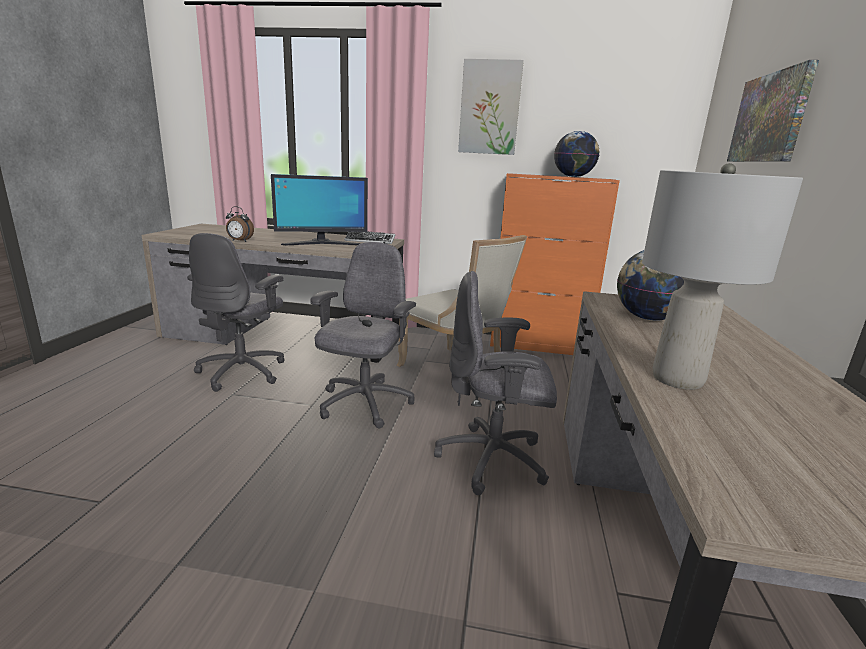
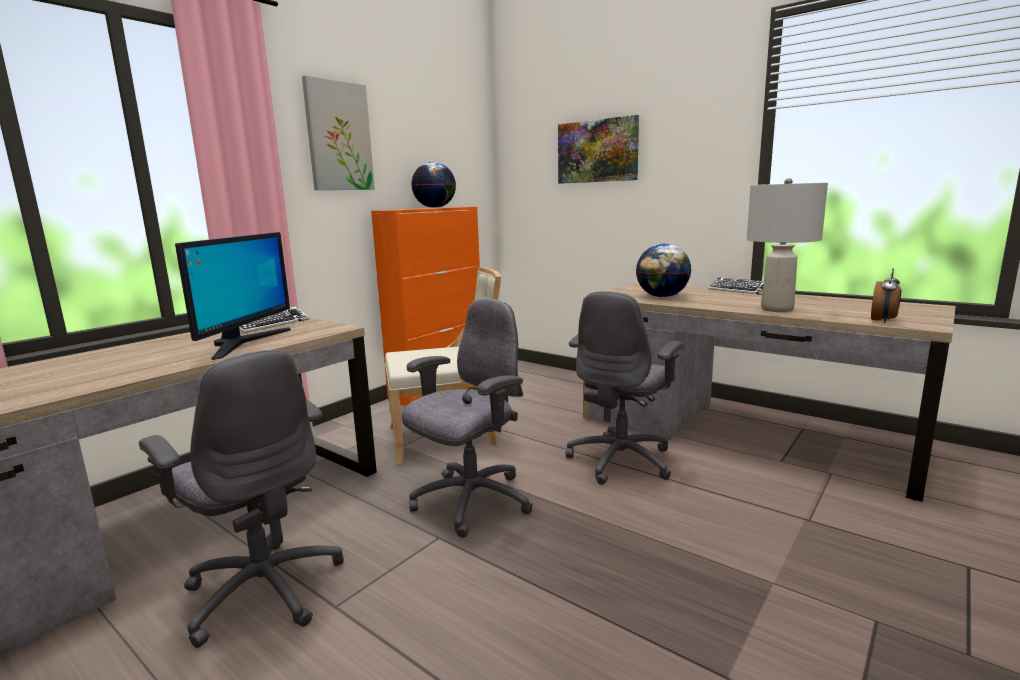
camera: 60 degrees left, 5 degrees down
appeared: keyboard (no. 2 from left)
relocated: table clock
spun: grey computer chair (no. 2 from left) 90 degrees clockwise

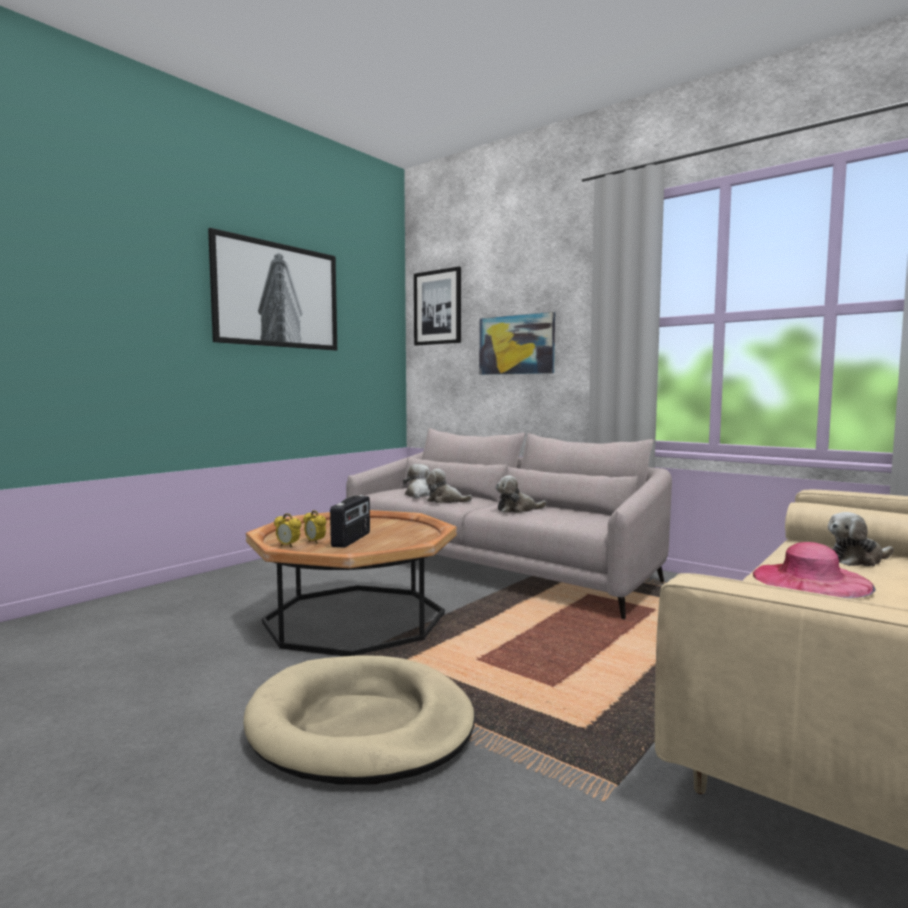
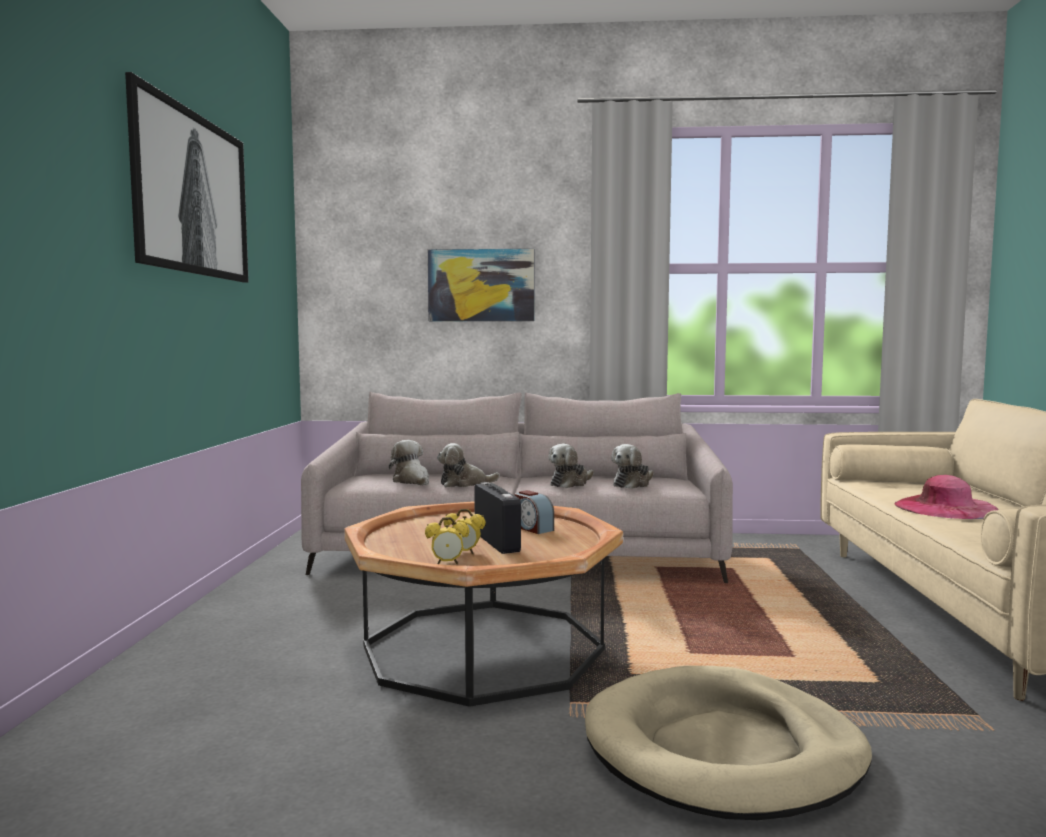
camera: 35 degrees left, 0 degrees up
missing: wall picture (no. 2 from left)
appeared: table clock (no. 3 from left)
relocated: soft toy (no. 4 from left)

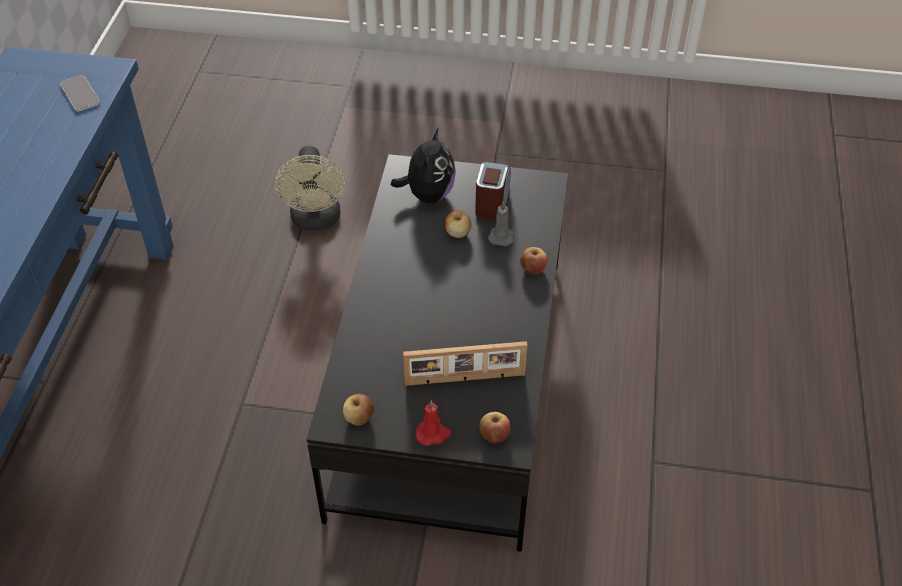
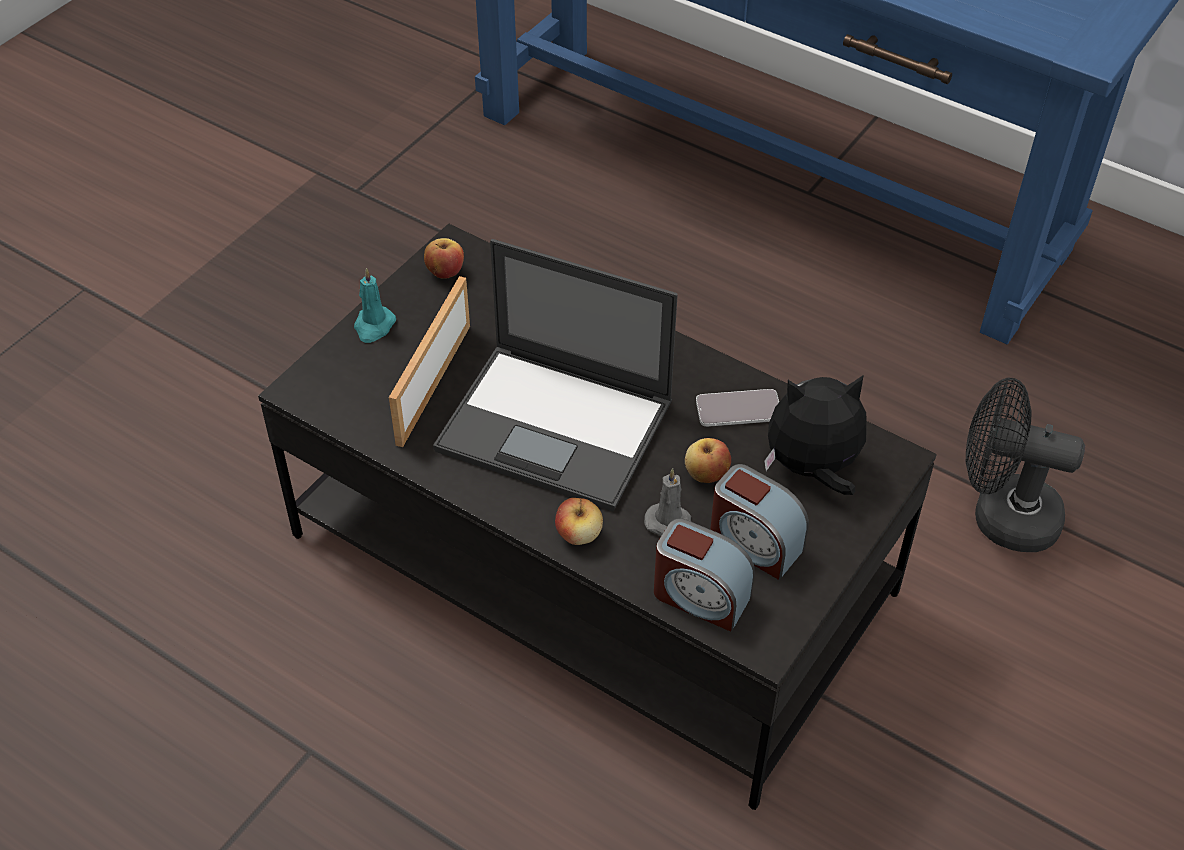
camera: 115 degrees right, 0 degrees up
missing: whole apple (no. 3 from left)
appeared: portable computer; table clock (no. 1 from left)
relocated: handset
colour: sand-coloured electric fan to blackish electric fan; reddish candle to turquoise candle
spun: soft toy 135 degrees clockwise

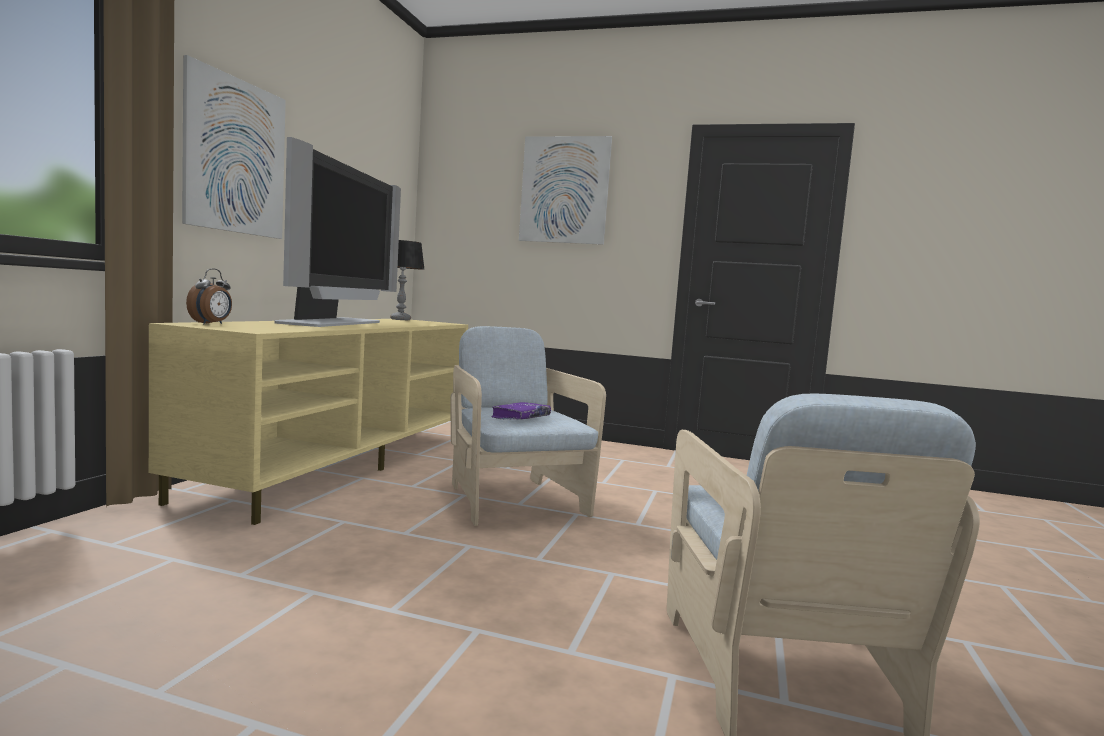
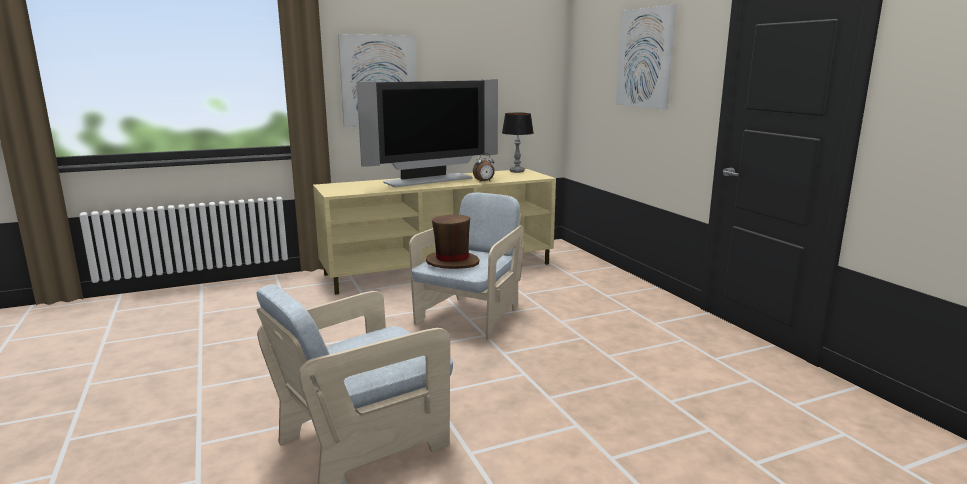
camera: 50 degrees right, 10 degrees up
relocated: table clock
exchanged: purple book to brownish wearable hat

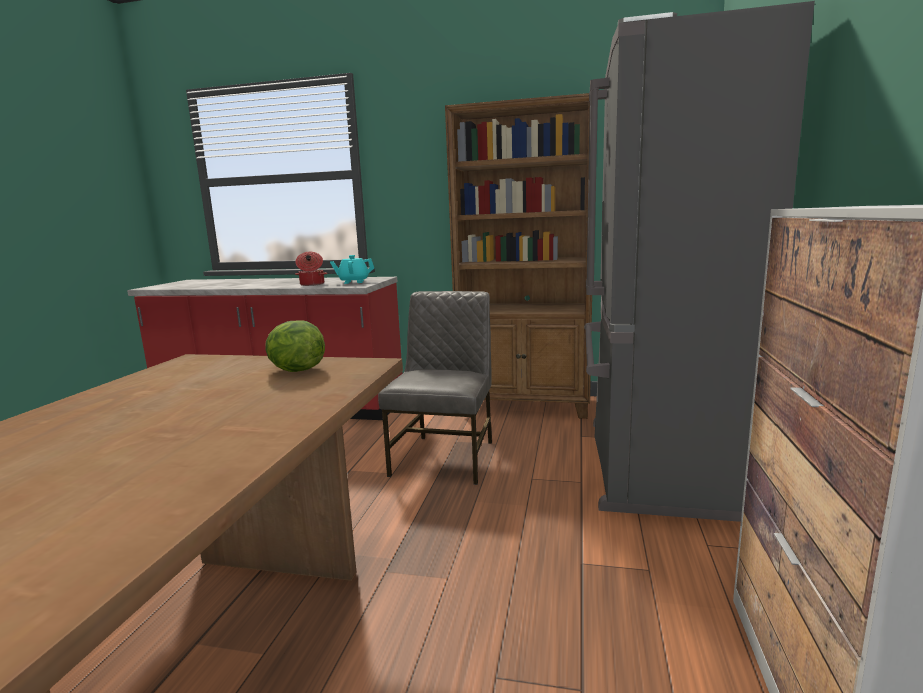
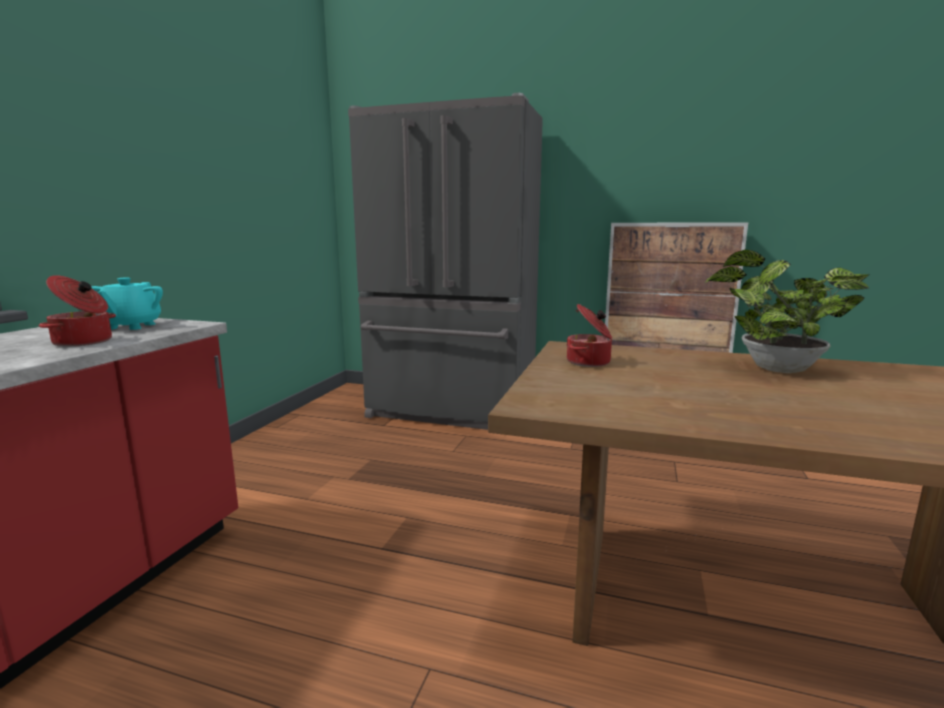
camera: 85 degrees left, 0 degrees up
missing: grey chair; brownish bookshelf
appeared: plant in a pot
exchanged: lettuce to cooking pot (no. 2 from left)

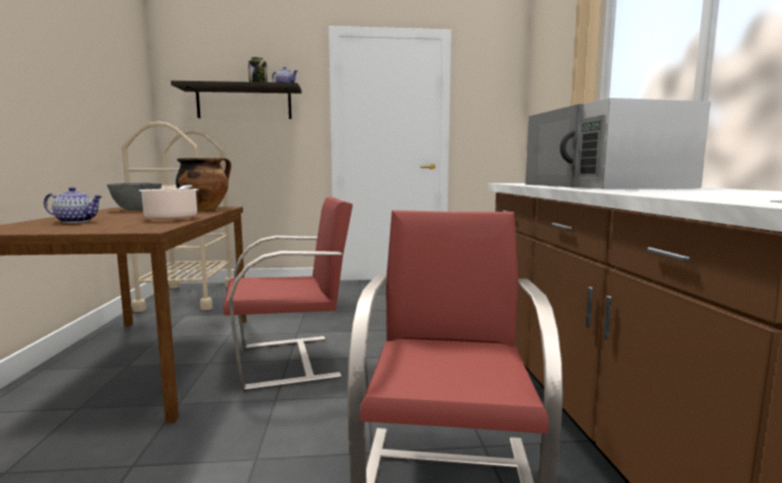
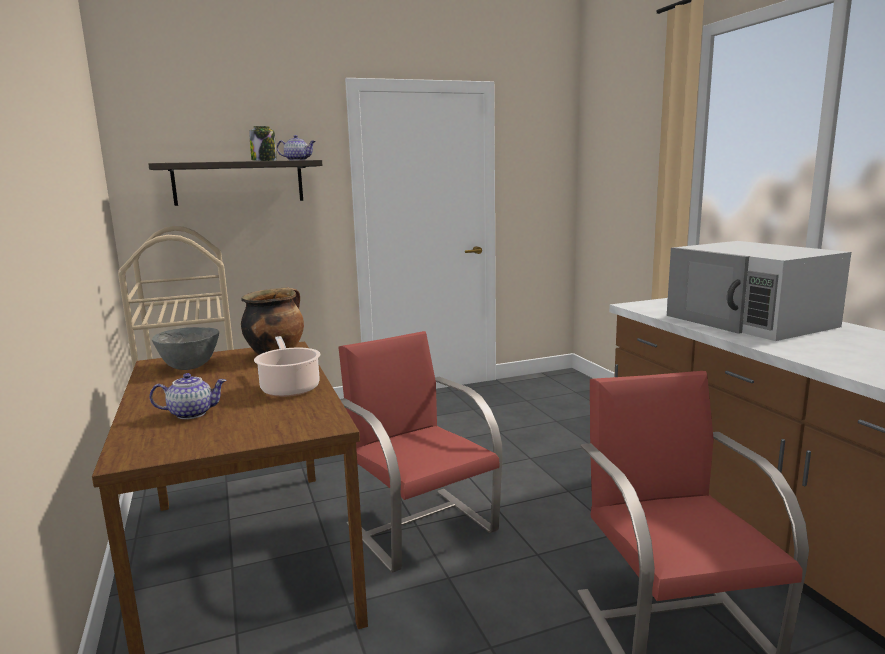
camera: 15 degrees left, 5 degrees up
spun: reddish chair (no. 1 from left) 90 degrees counterclockwise

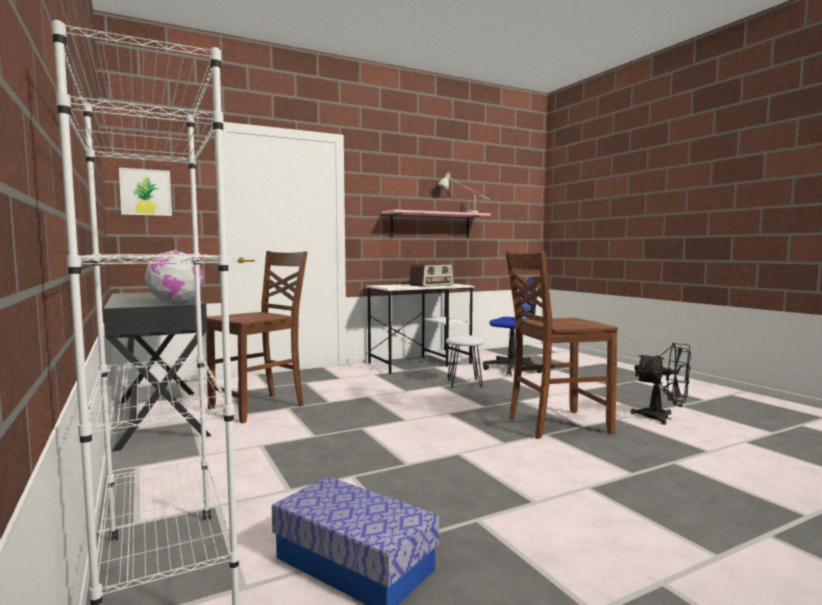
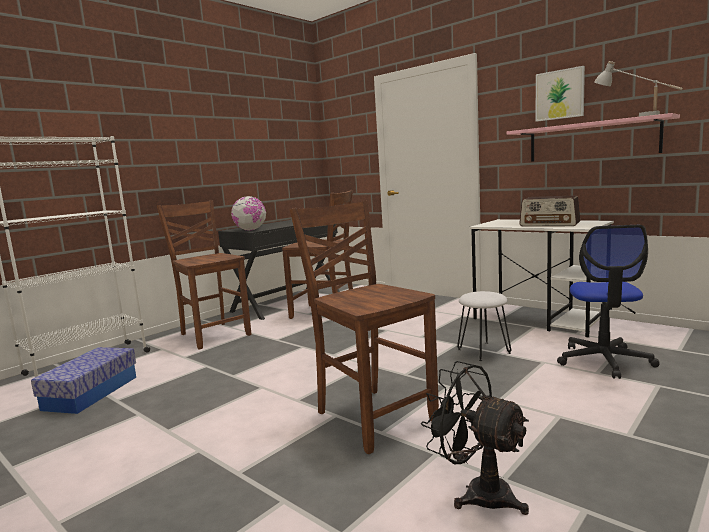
camera: 70 degrees right, 5 degrees up
appeared: brownish chair (no. 1 from left)
relocated: wall picture
spun: blackish electric fan 120 degrees clockwise

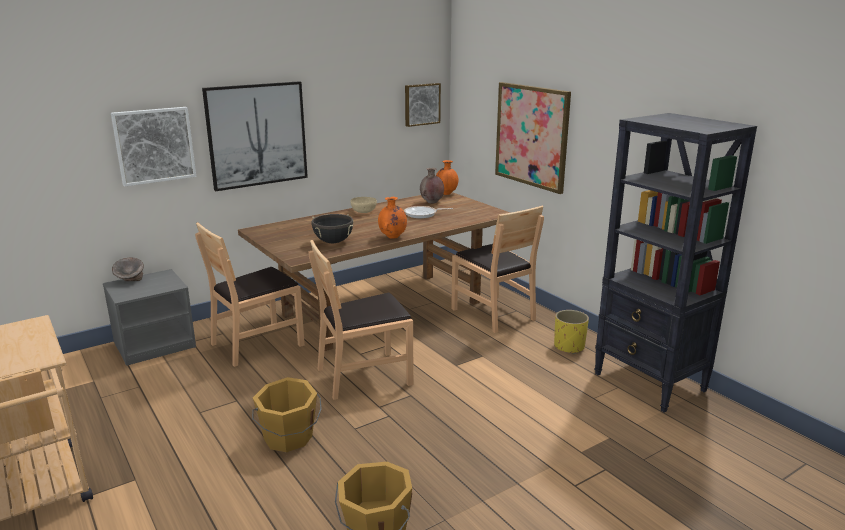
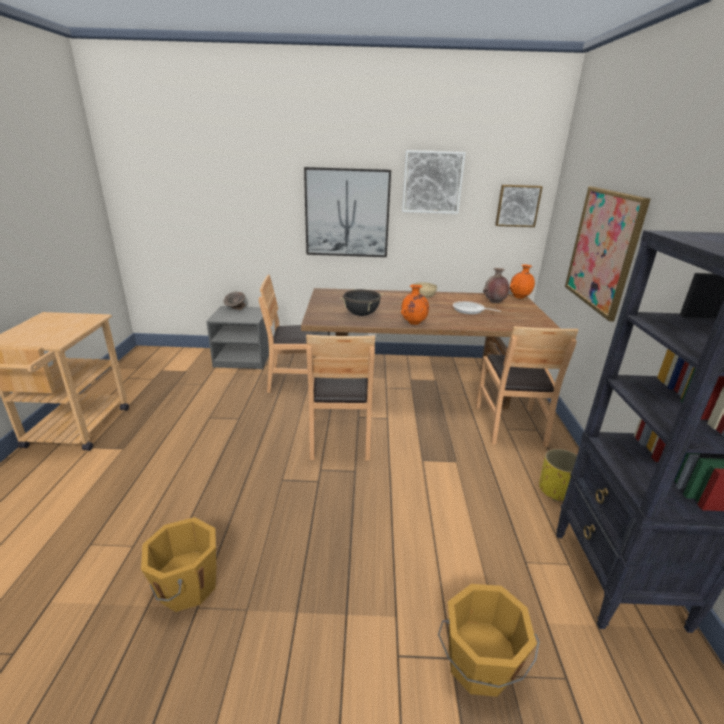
camera: 35 degrees right, 5 degrees up
relocated: wall picture (no. 1 from left in the first image) to wall picture (no. 2 from left); orange water bucket (no. 1 from left in the first image) to orange water bucket (no. 2 from left)
spun: brownish chair (no. 2 from left) 105 degrees counterclockwise

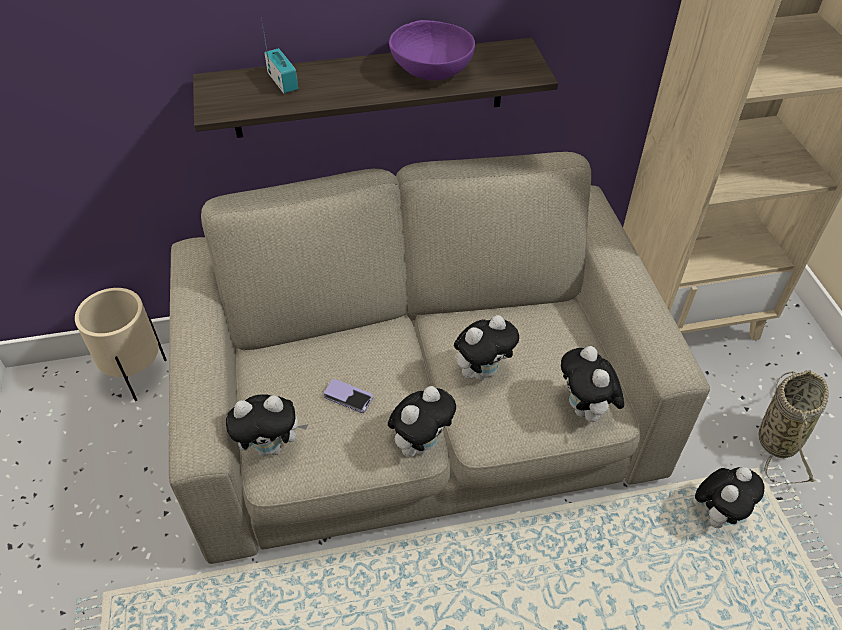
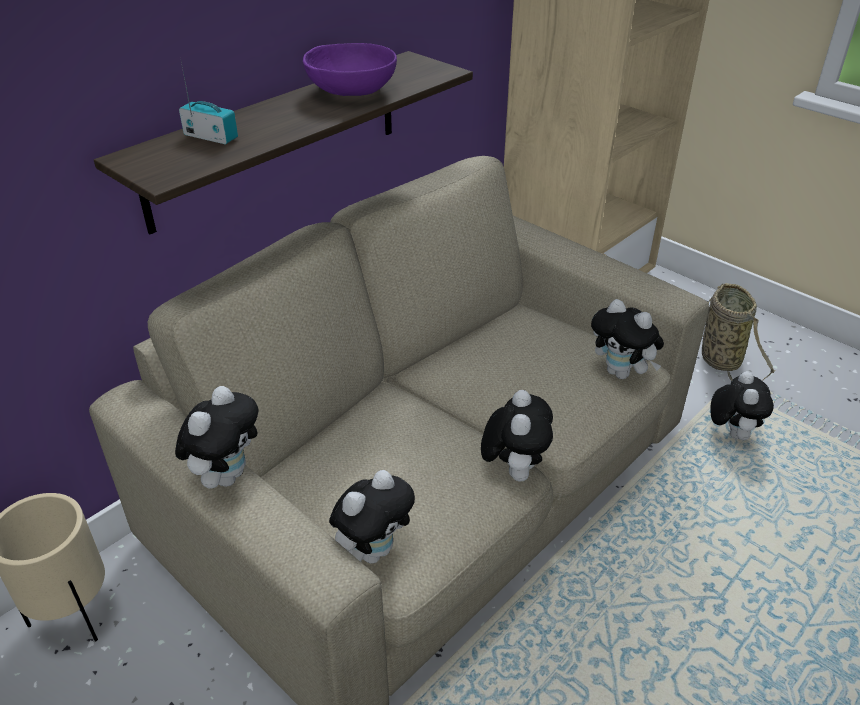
camera: 35 degrees left, 10 degrees down
missing: handset
relocated: soft toy (no. 3 from left in the first image) to soft toy (no. 1 from left)

